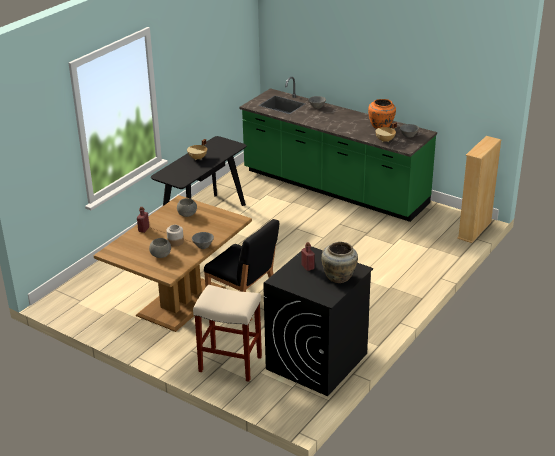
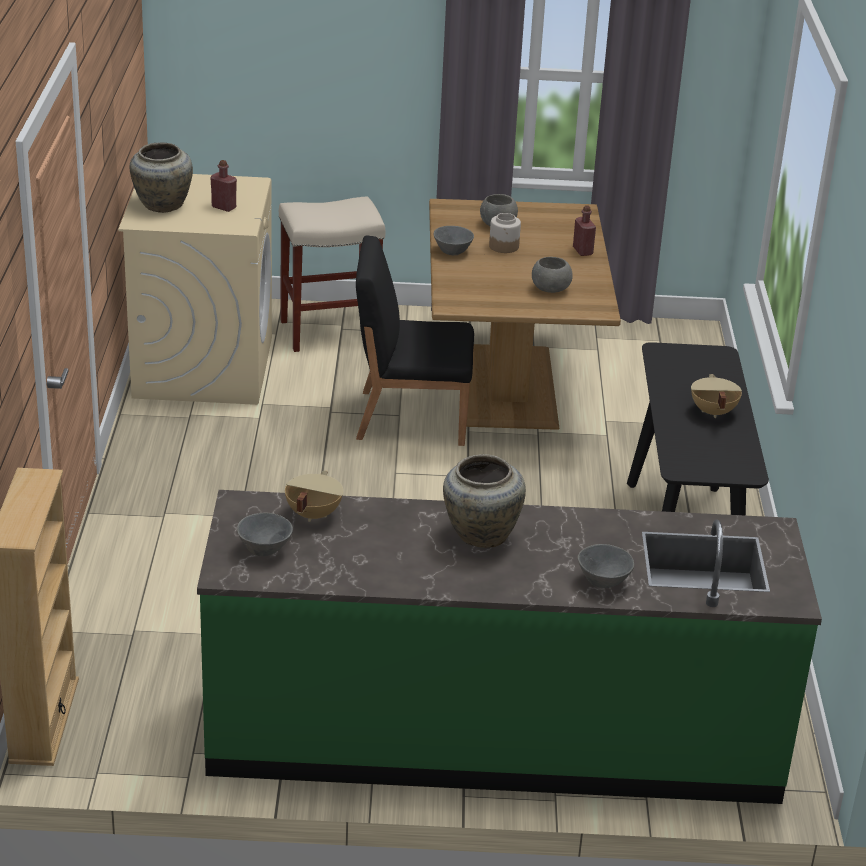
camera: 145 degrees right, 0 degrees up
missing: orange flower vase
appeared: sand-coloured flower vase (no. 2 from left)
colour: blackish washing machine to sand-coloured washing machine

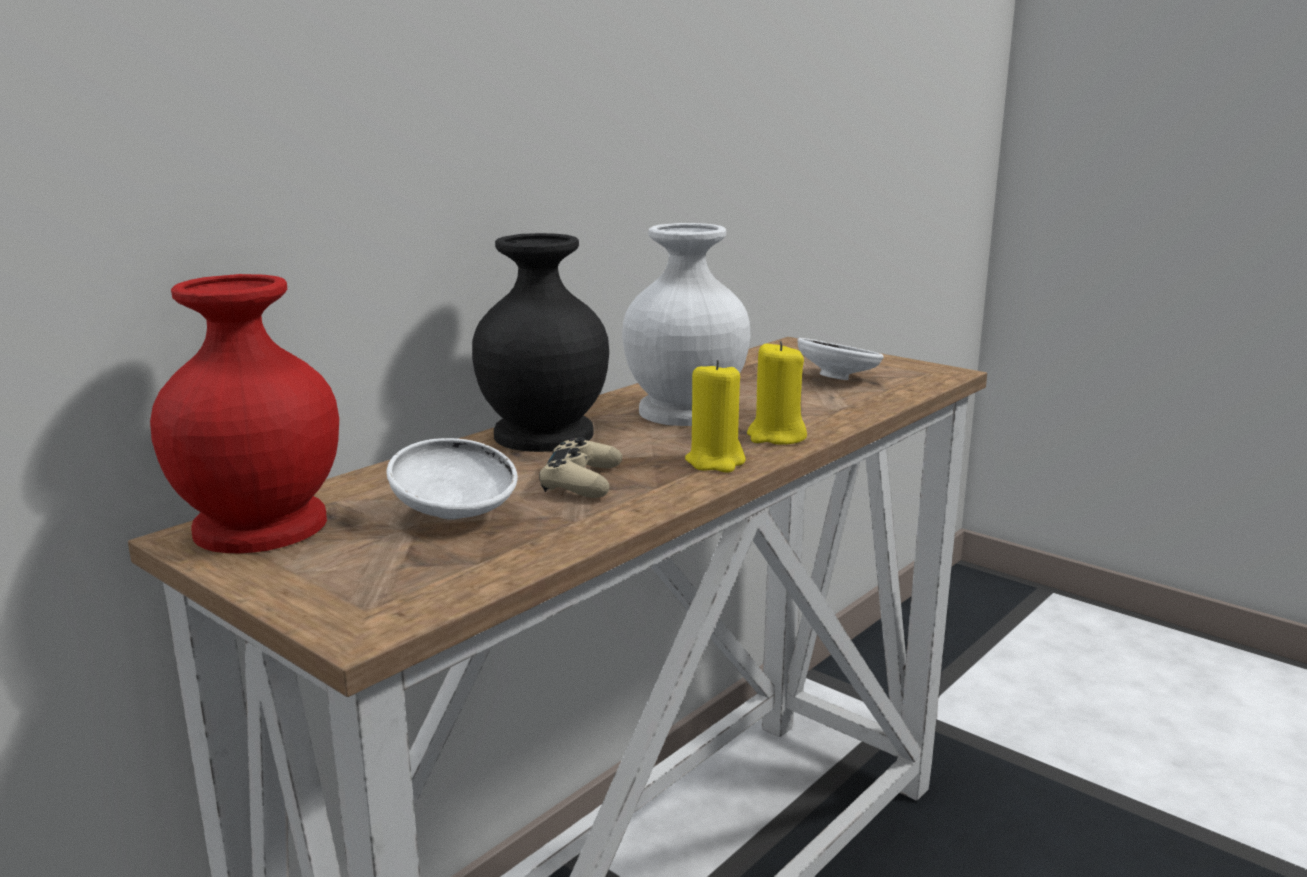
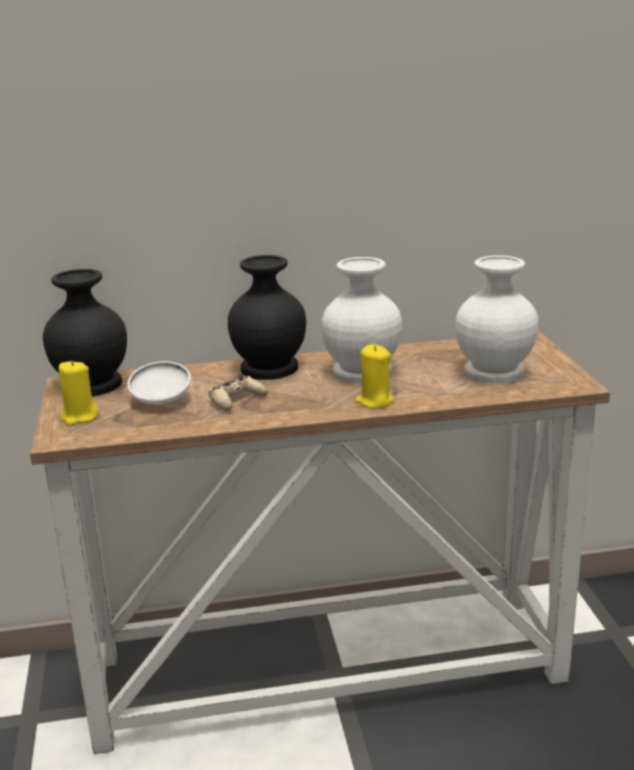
camera: 40 degrees right, 5 degrees up
relocated: yellow-coloured candle (no. 1 from left)
exchanged: white deep dish (no. 2 from left) to white flower vase (no. 2 from left)
colour: reddish flower vase to blackish flower vase (no. 1 from left)

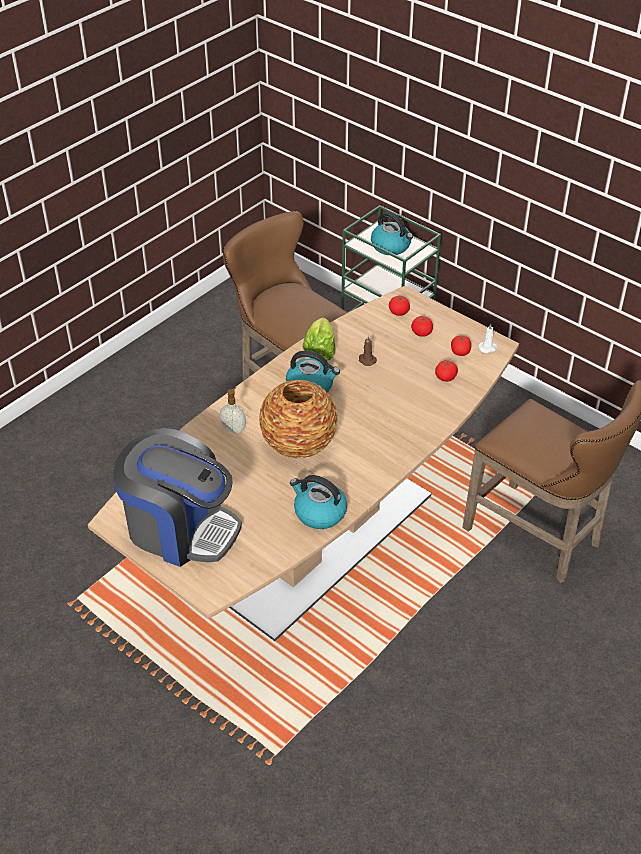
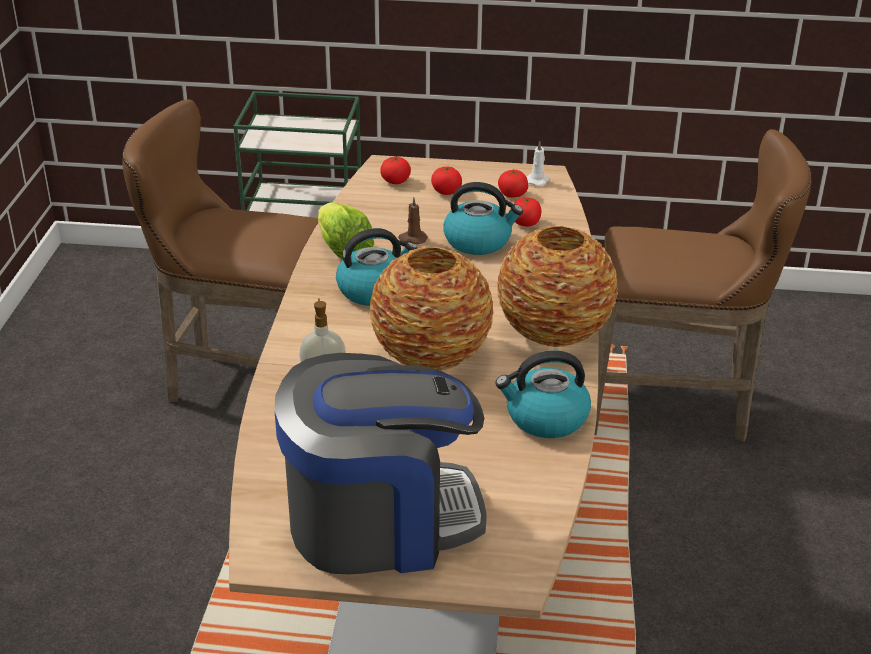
camera: 35 degrees left, 10 degrees down
appeared: flower vase (no. 2 from left)
relocated: tea kettle (no. 3 from left in the first image) to tea kettle (no. 2 from left)

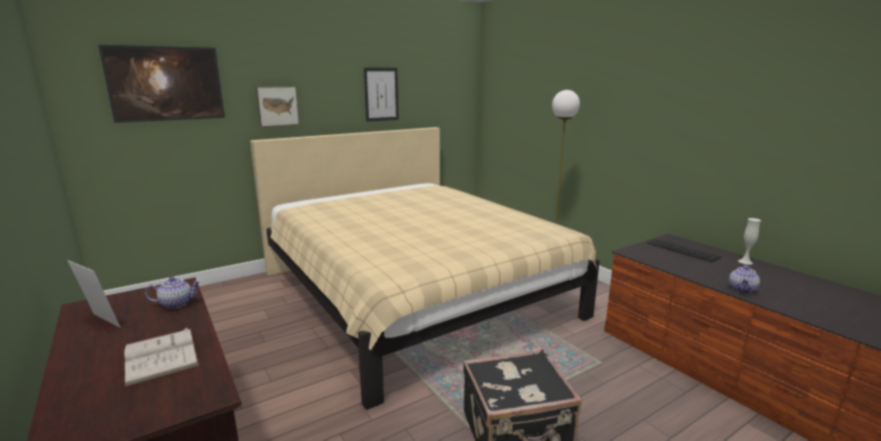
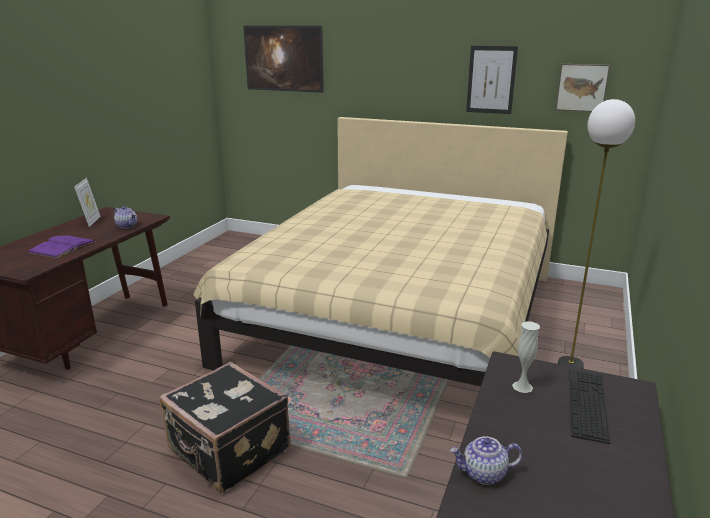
camera: 55 degrees right, 5 degrees up
relocated: wall picture (no. 2 from left in the first image) to wall picture (no. 3 from left); white flower vase
colour: white book to purple book

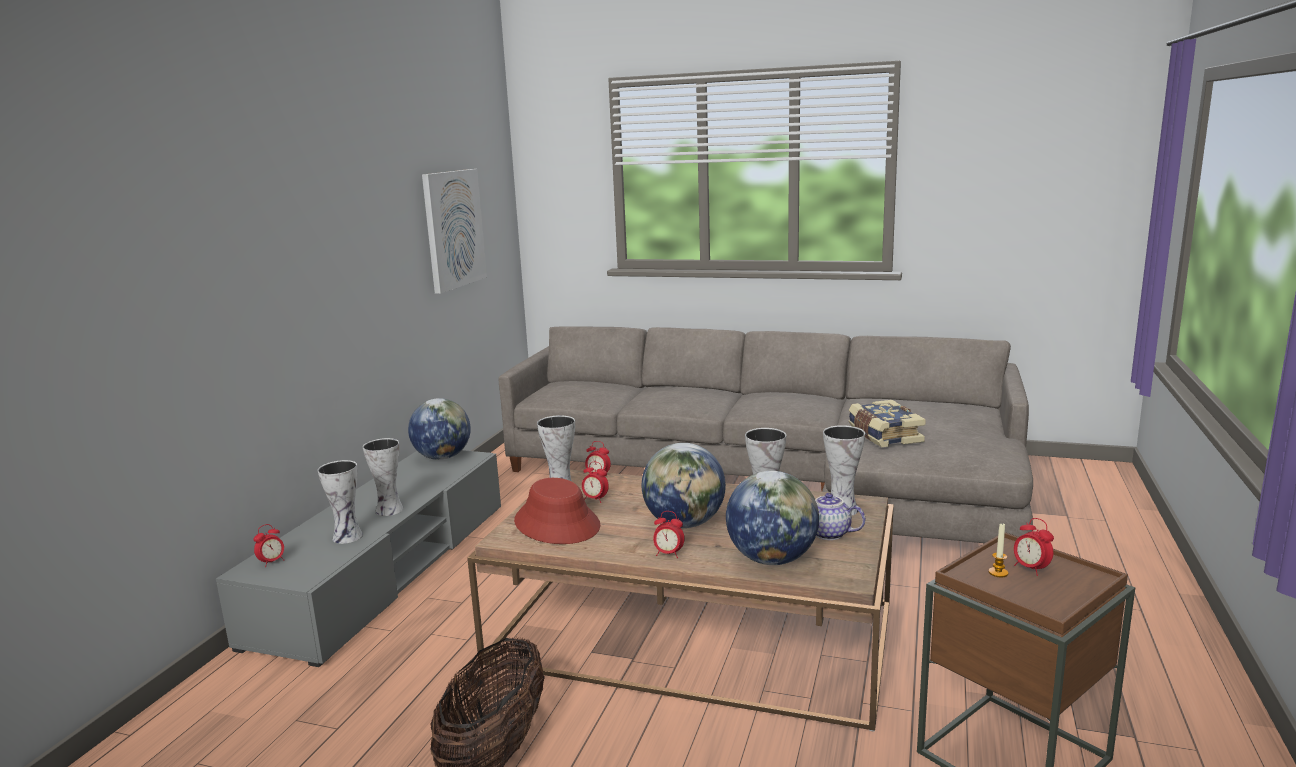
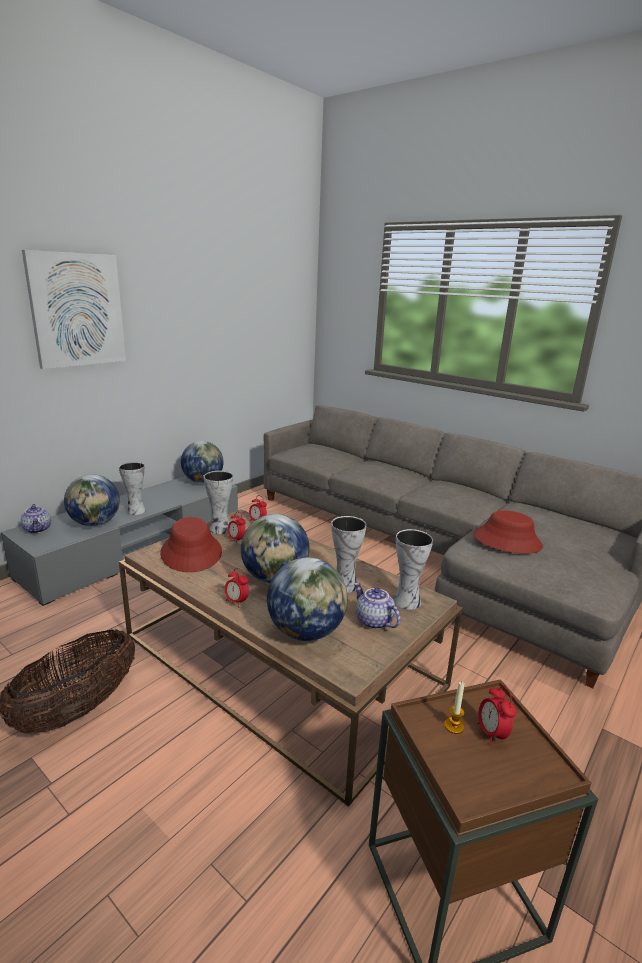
camera: 20 degrees right, 5 degrees up
relocated: wall picture
exchanged: table clock (no. 1 from left) to tea pot (no. 1 from left); flower vase (no. 1 from left) to world globe (no. 1 from left); book to reddish wearable hat (no. 2 from left)

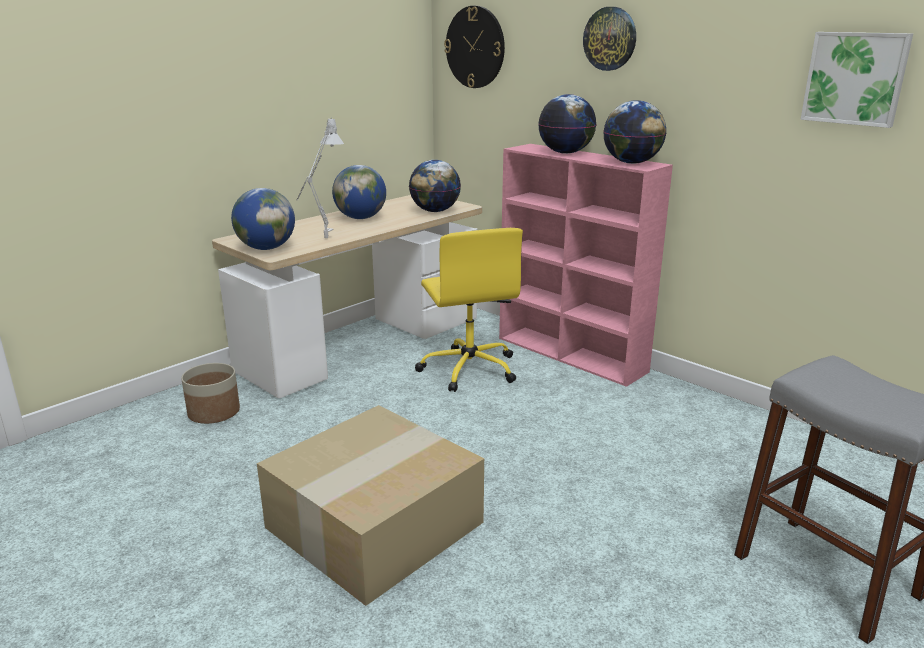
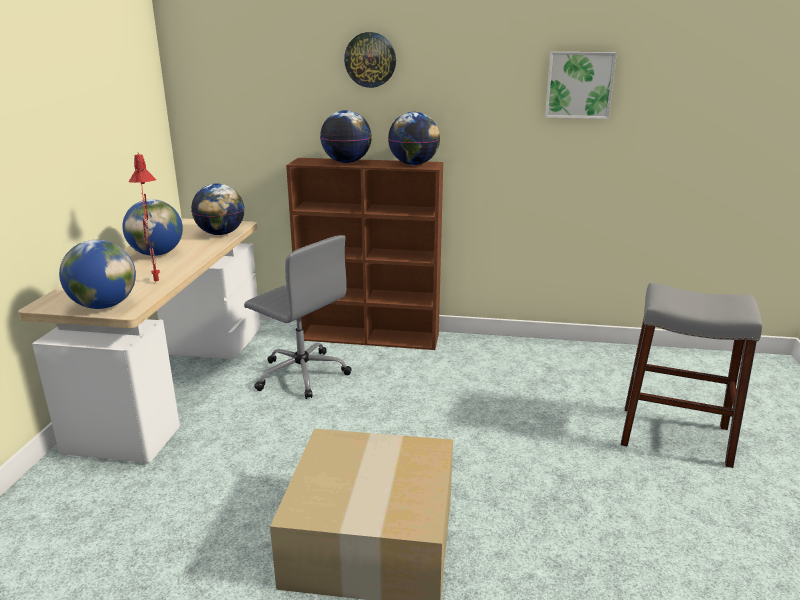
camera: 35 degrees left, 0 degrees up
missing: flower pot; clock on the wall (no. 1 from left)
colour: grey lamp for a table to reddish lamp for a table; yellow-coloured computer chair to grey computer chair; pink bookshelf to brownish bookshelf

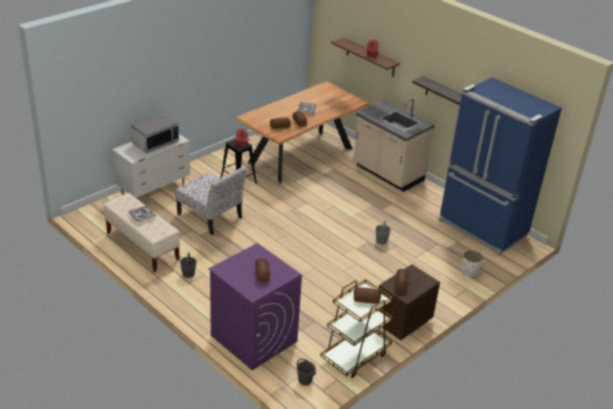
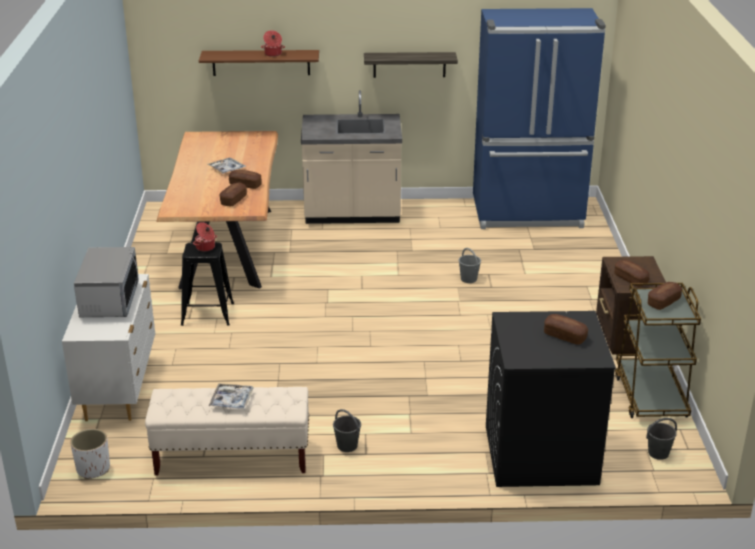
camera: 45 degrees left, 5 degrees down
missing: chair
relocated: white flower pot
colour: purple washing machine to blackish washing machine

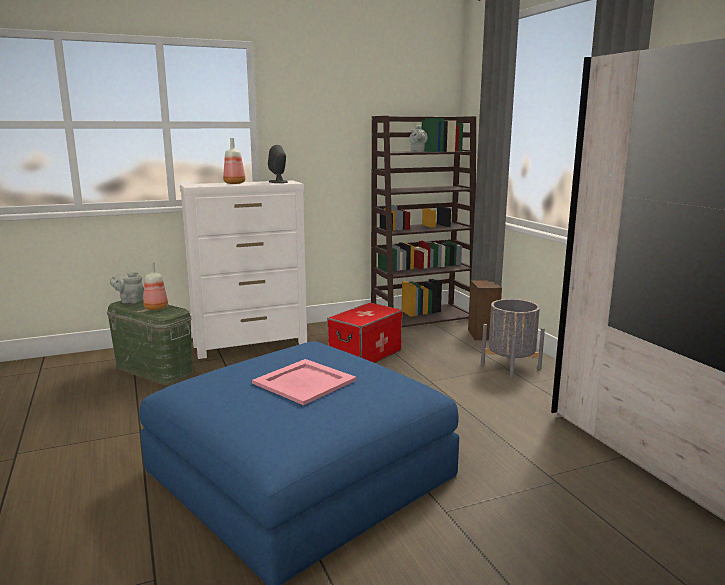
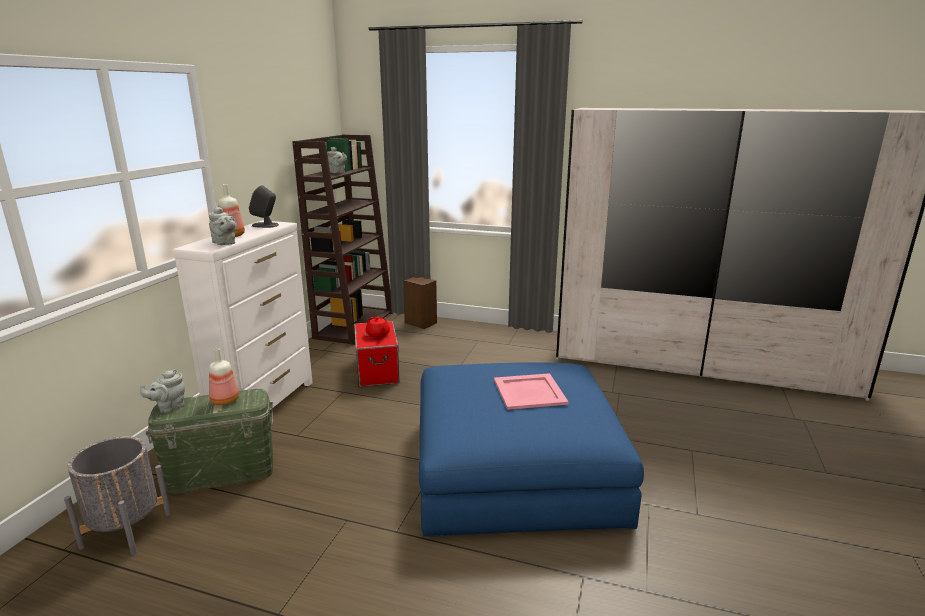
camera: 50 degrees left, 5 degrees up
appeared: grey tea pot (no. 2 from left); reddish tea pot
relocated: grey flower pot

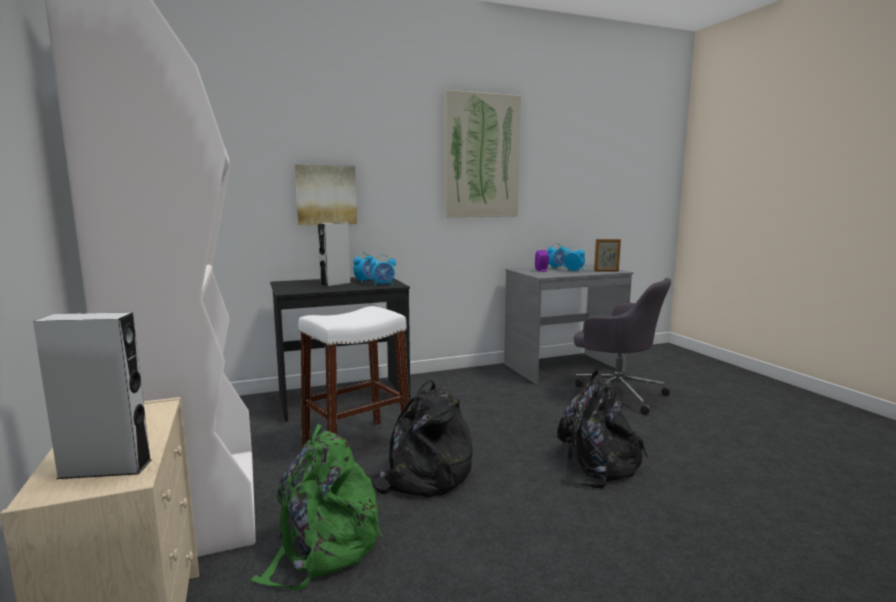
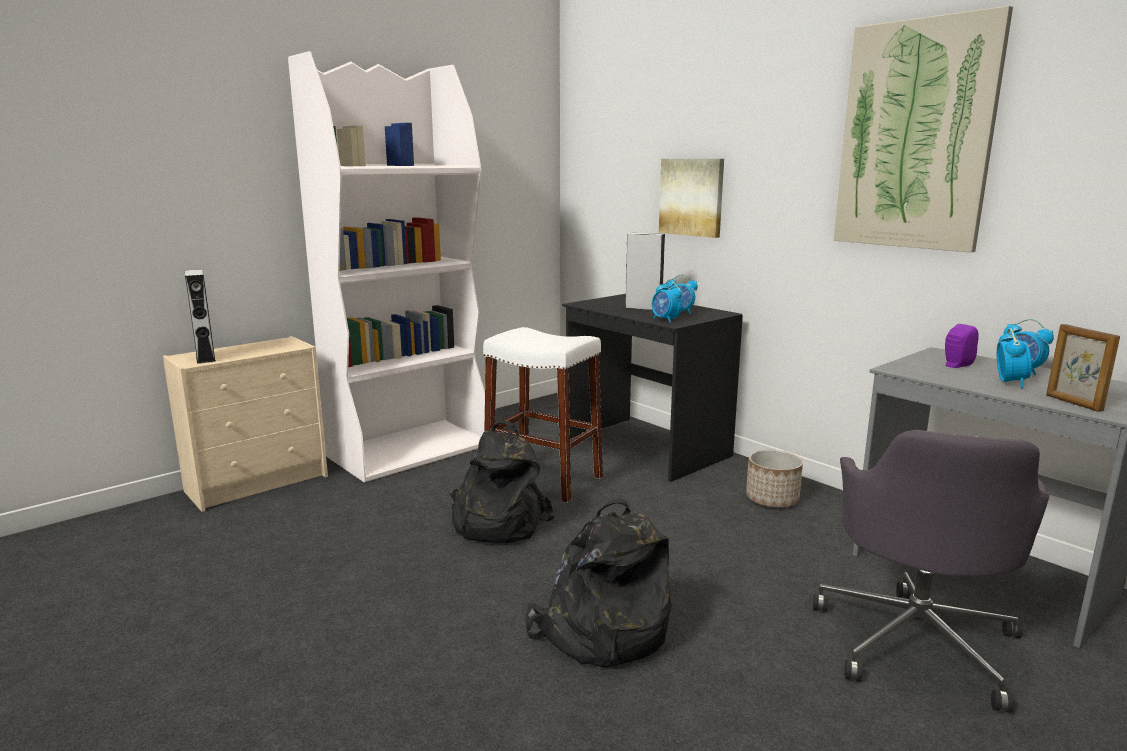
camera: 70 degrees right, 5 degrees up
missing: greenish backpack
appeared: flower pot

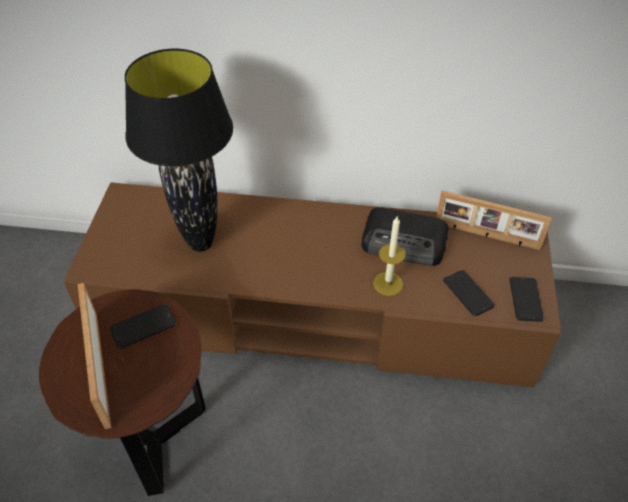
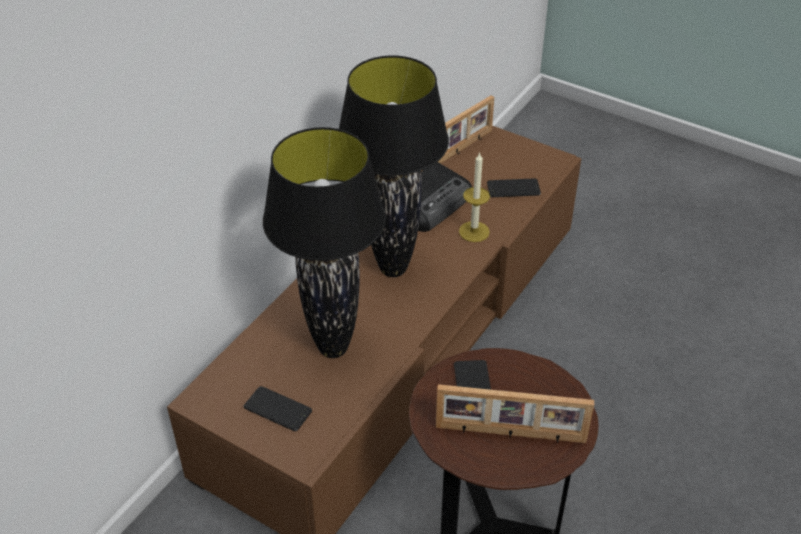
camera: 65 degrees left, 5 degrees down
appeared: blackish lamp for a table (no. 2 from left)
relocated: handset (no. 3 from left in the first image) to handset (no. 1 from left)

